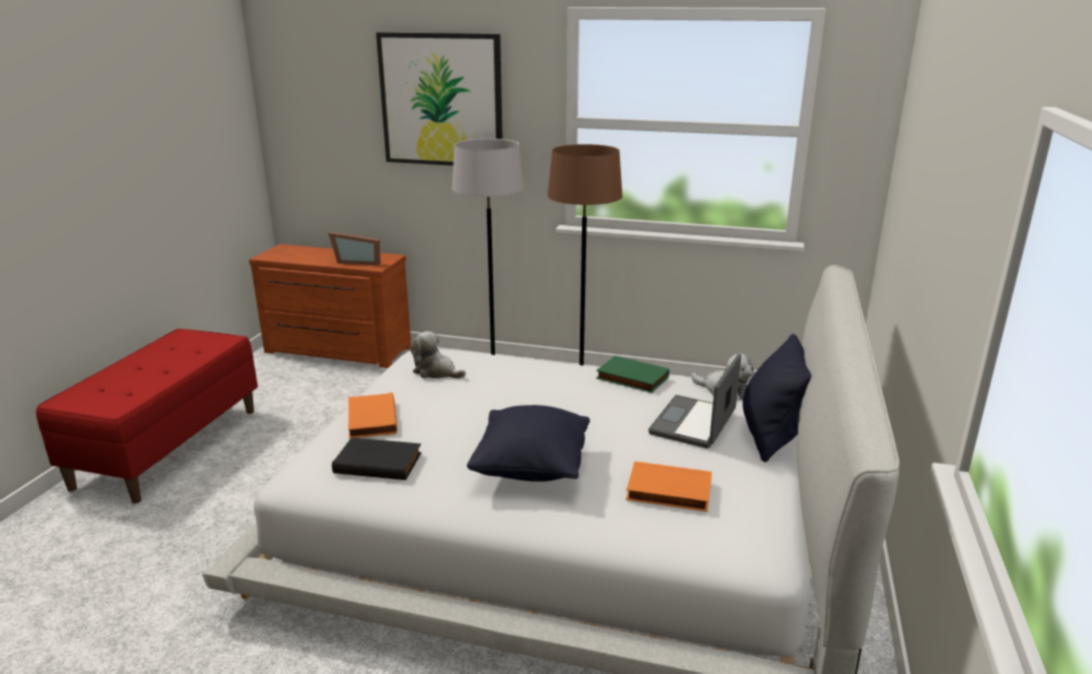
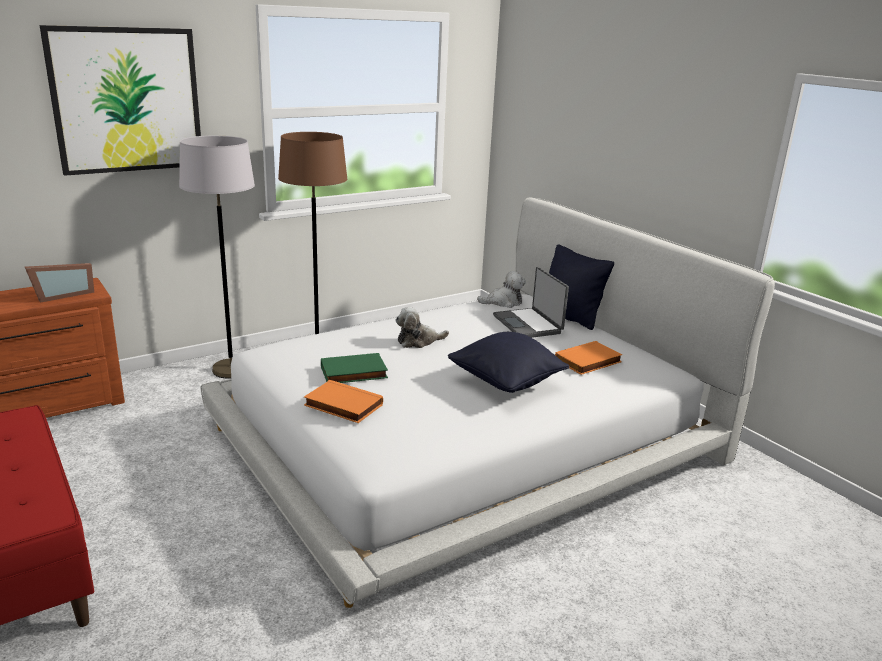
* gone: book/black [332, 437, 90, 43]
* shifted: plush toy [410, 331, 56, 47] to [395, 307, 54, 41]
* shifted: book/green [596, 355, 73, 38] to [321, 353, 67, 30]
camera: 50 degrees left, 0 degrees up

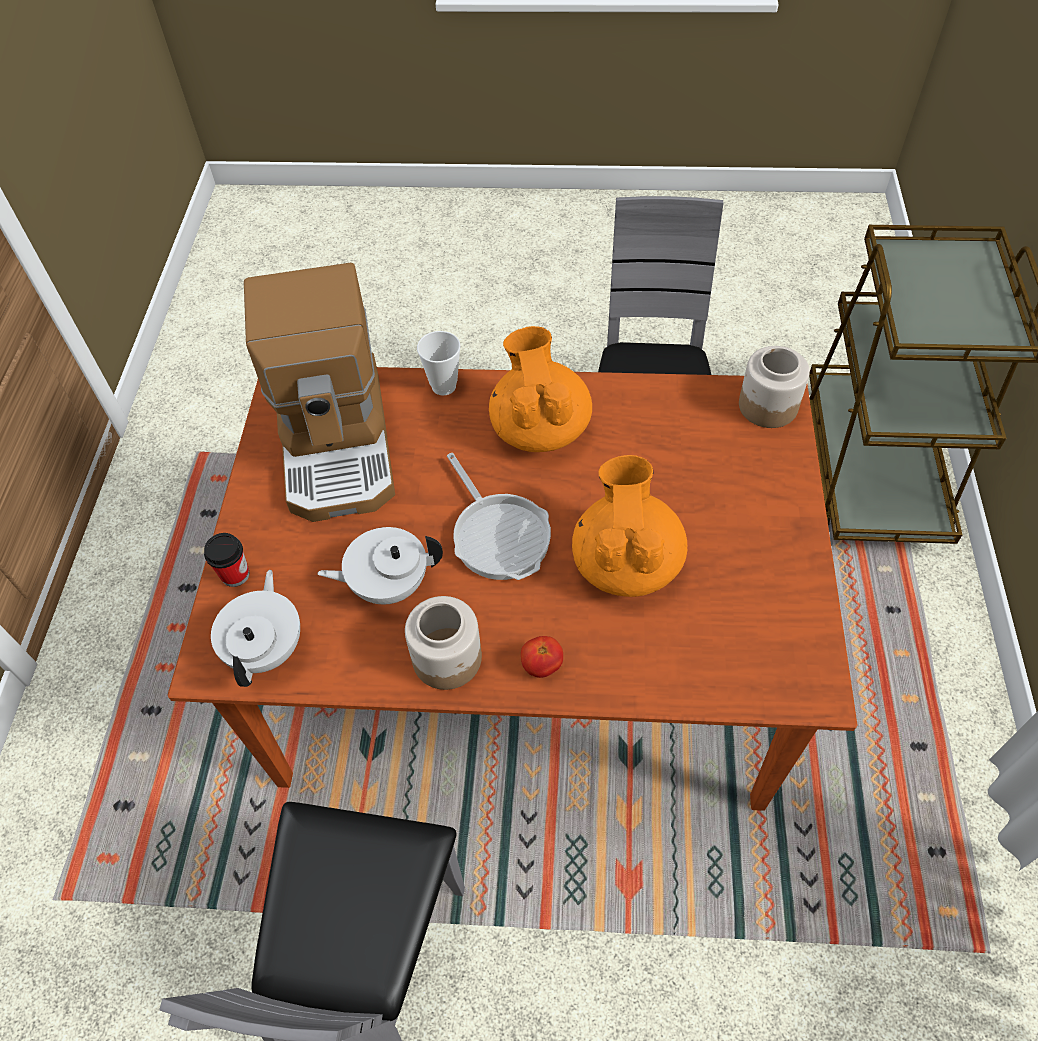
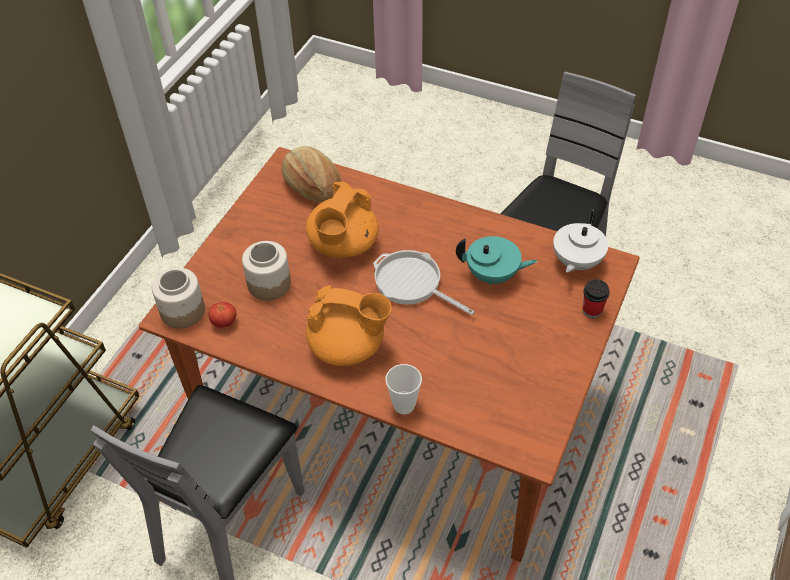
* gone: coffee machine [244, 263, 151, 259]
* new: bread [282, 146, 59, 56]
* shifted: jar [405, 596, 77, 94] to [242, 241, 49, 60]
* shifted: tomato [521, 636, 42, 42] to [209, 302, 27, 26]
* repainted: teapot/white [317, 527, 126, 78] to teapot/turquoise [456, 236, 81, 50]
* rotated: frying pan [447, 453, 104, 127] = [373, 250, 102, 65] 45 degrees counterclockwise
* rotated: teapot/orange [489, 326, 103, 126] = [306, 285, 86, 81] 90 degrees counterclockwise
camera: 160 degrees left, 5 degrees down

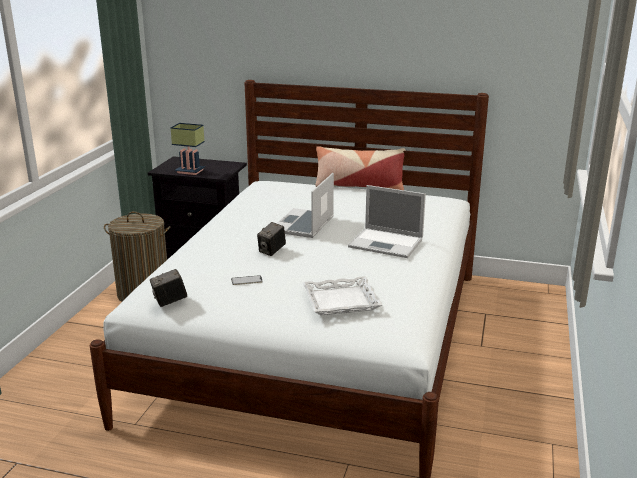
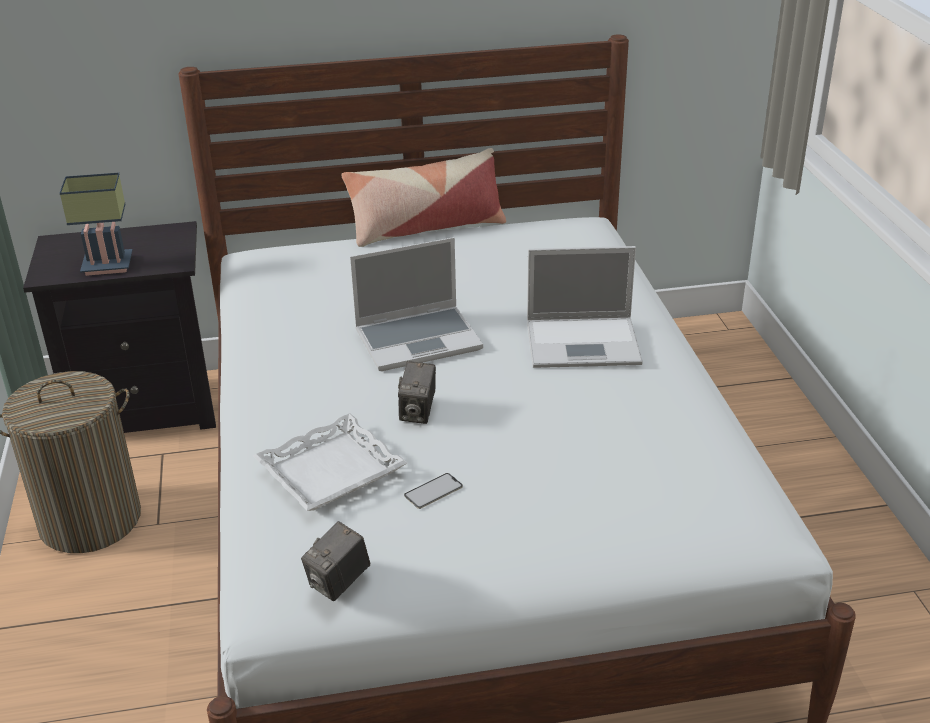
* shifted: tray/white [303, 276, 79, 39] to [253, 413, 155, 98]
* rotated: laptop [277, 173, 57, 65] = [350, 237, 133, 134] 105 degrees counterclockwise
camera: 25 degrees left, 10 degrees up

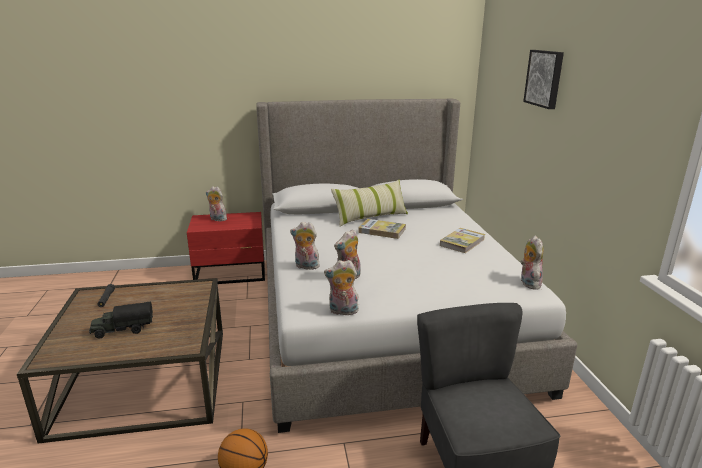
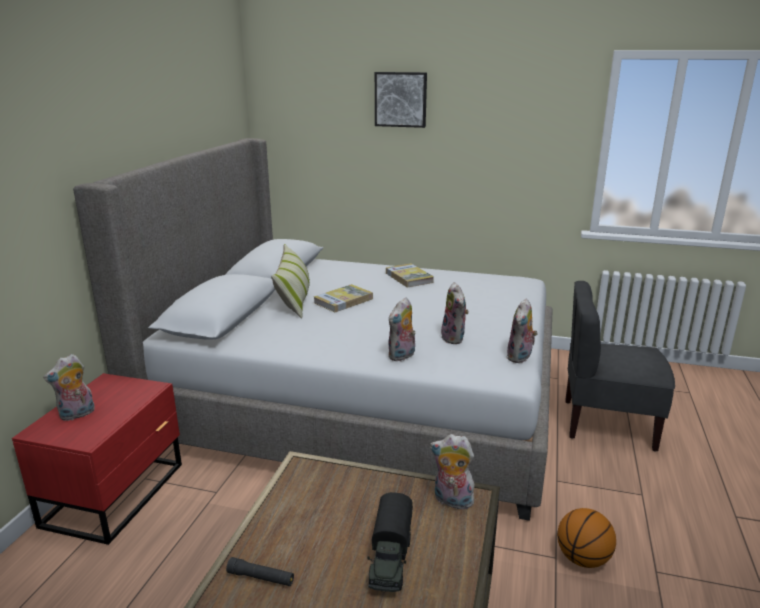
* shifted: plush toy [520, 236, 23, 54] to [430, 434, 47, 75]
camera: 65 degrees left, 0 degrees up

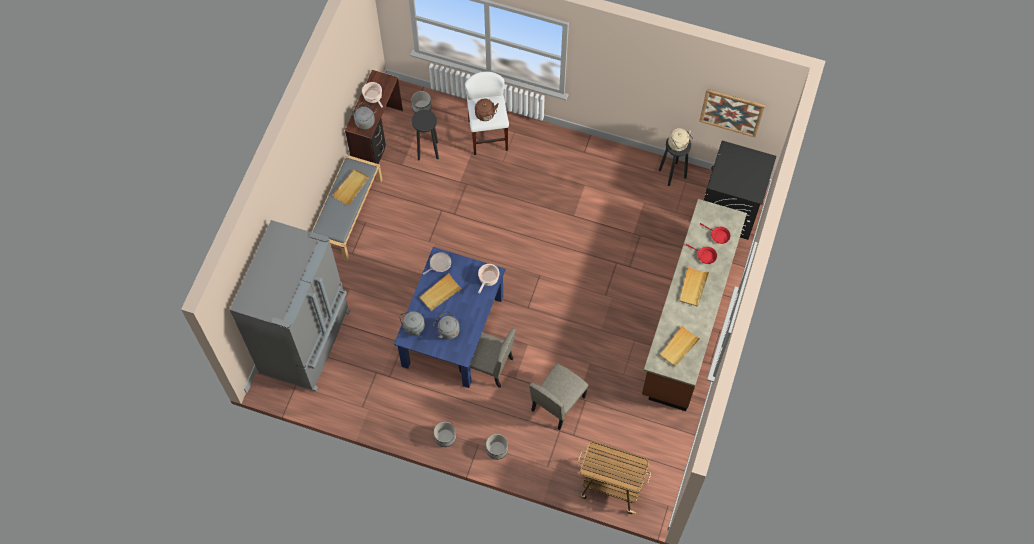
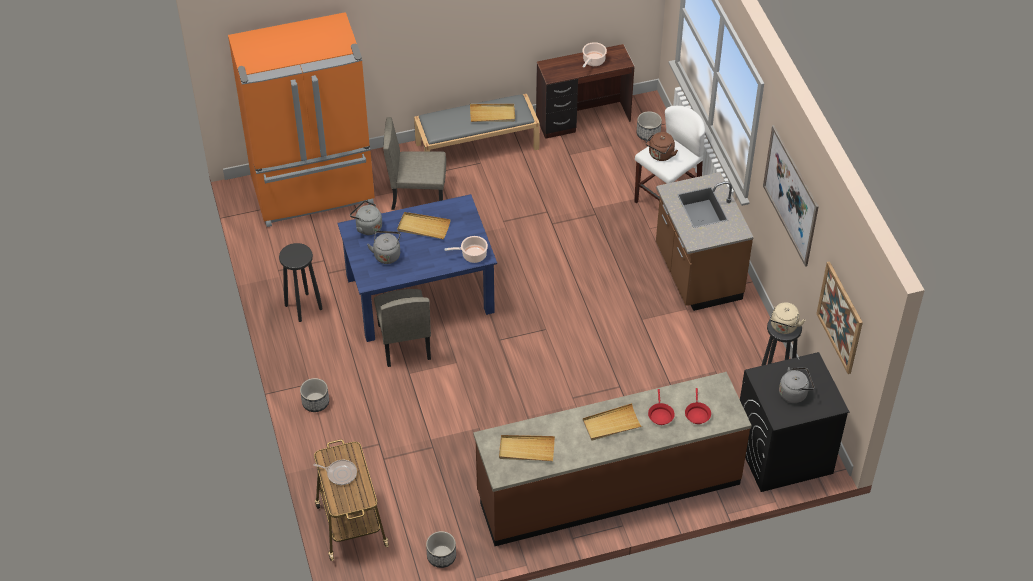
* new: counter/brown [656, 172, 98, 139]
* new: picture [763, 125, 56, 142]
* shifted: kettle/grey [351, 102, 26, 27] to [779, 367, 35, 36]
* shifted: stool/black [412, 110, 27, 50] to [279, 243, 44, 79]
* shifted: frying pan [423, 252, 28, 23] to [313, 460, 44, 25]
* shifted: planter [434, 422, 22, 25] to [426, 531, 30, 37]
* shifted: chair/beige [529, 363, 60, 67] to [383, 117, 63, 93]
* repainted: fridge/grey [230, 220, 120, 171] to fridge/orange [228, 12, 147, 215]
camera: 55 degrees right, 15 degrees down

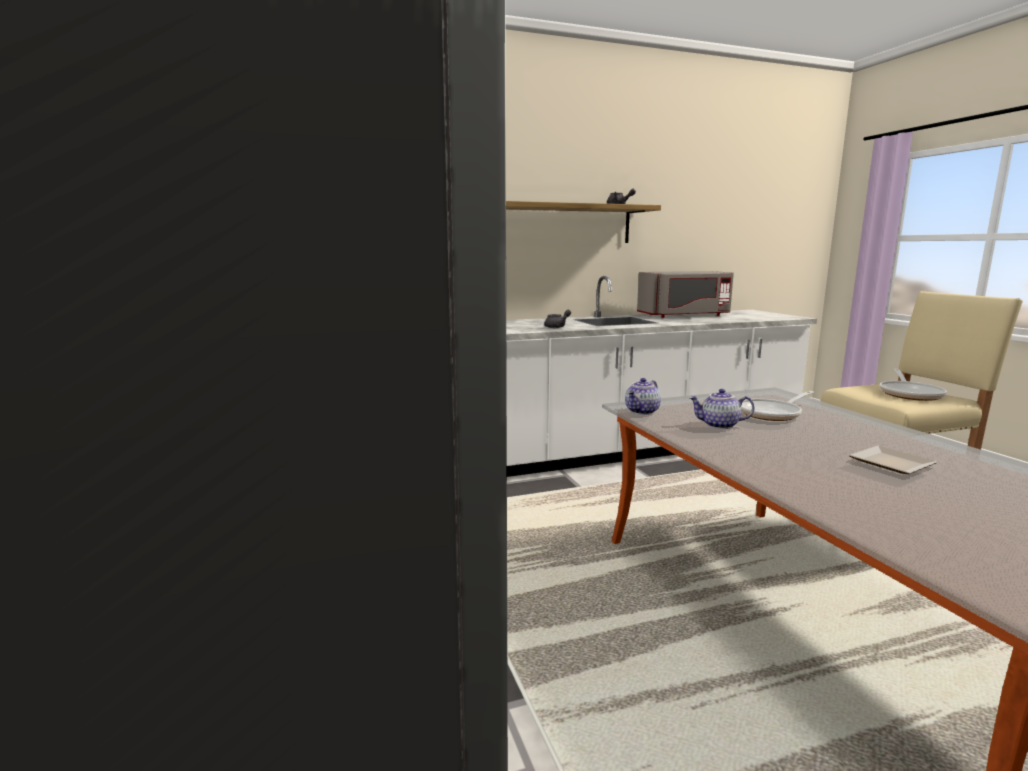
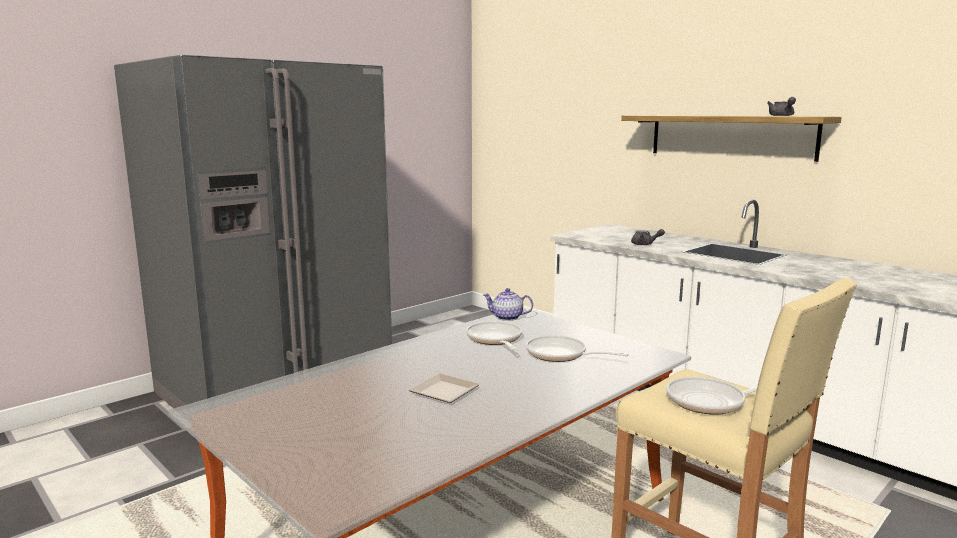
* gone: microwave/grey [637, 271, 97, 47]
* swapped: teapot [689, 389, 66, 40] to frying pan [466, 321, 56, 30]
camera: 65 degrees right, 0 degrees up

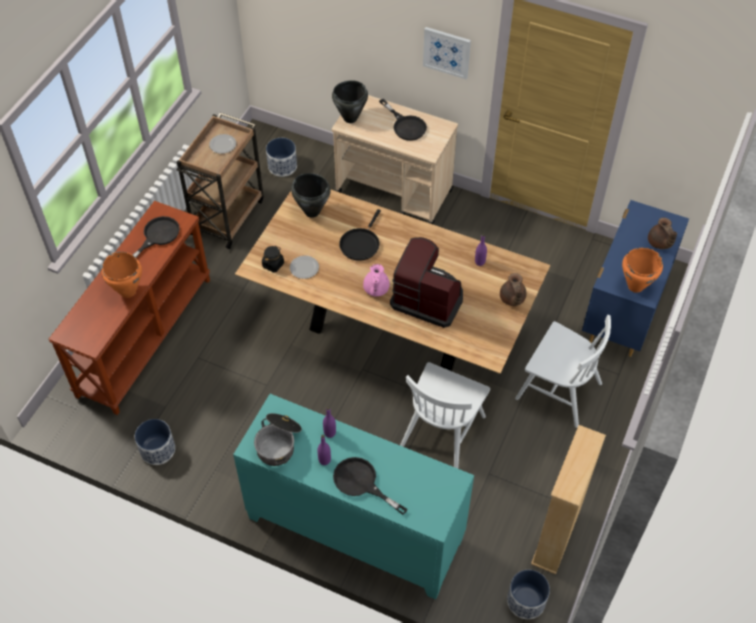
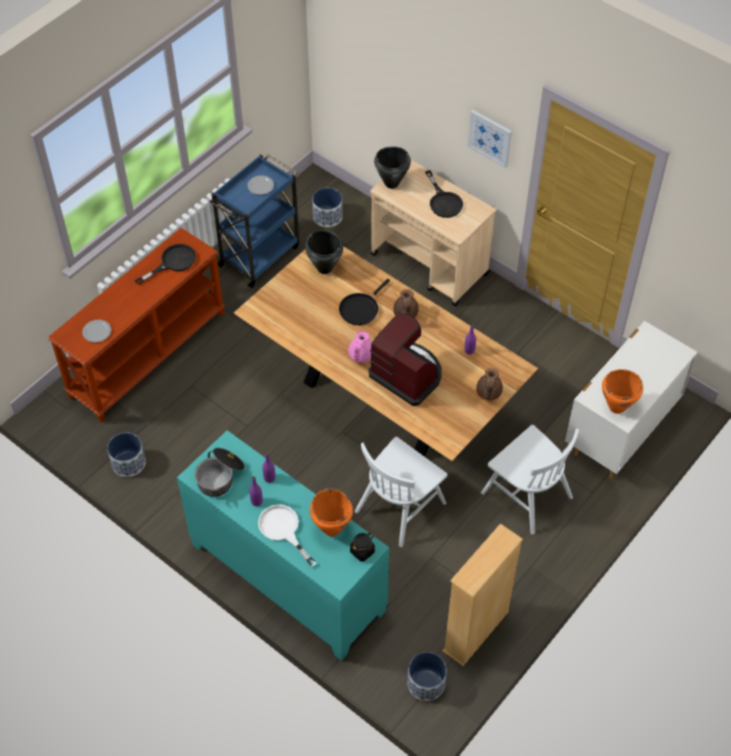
* shifted: cooking pot/orange [102, 252, 40, 46] to [310, 488, 43, 49]
* shifted: jar/black [262, 246, 22, 26] to [350, 533, 25, 29]
* shifted: plate [290, 256, 29, 23] to [82, 320, 29, 23]
* shifted: teapot/brown [648, 218, 29, 31] to [393, 289, 26, 29]
* repainted: cart/brown [176, 113, 88, 136] to cart/blue [209, 154, 90, 134]
* repainted: frying pan/black [333, 457, 75, 58] to frying pan/white [258, 504, 58, 63]
* repainted: dresser/blue [582, 200, 107, 157] to dresser/white [565, 321, 132, 157]
camera: 15 degrees right, 0 degrees up

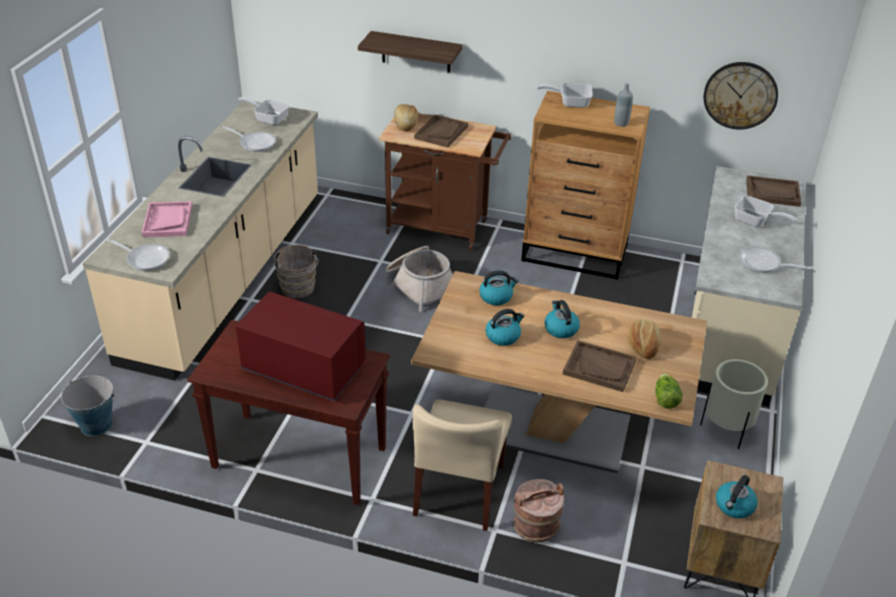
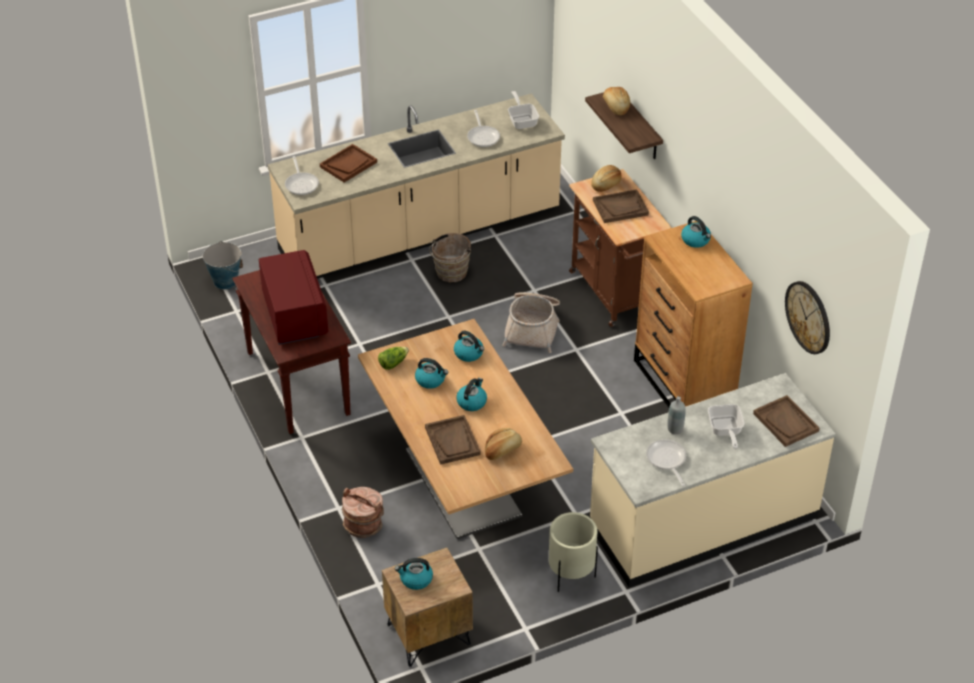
* gone: chair/beige [413, 399, 99, 132]
* new: bread [603, 87, 27, 28]
* shifted: bottle/grey [614, 83, 19, 44] to [667, 396, 19, 38]
* shifted: lettuce [655, 373, 28, 36] to [378, 347, 31, 23]
* swapped: frying pan [536, 83, 57, 25] to kettle [681, 216, 30, 32]
* repainted: tray/pink [141, 201, 51, 36] to tray/brown [320, 144, 57, 39]
camera: 50 degrees right, 5 degrees up

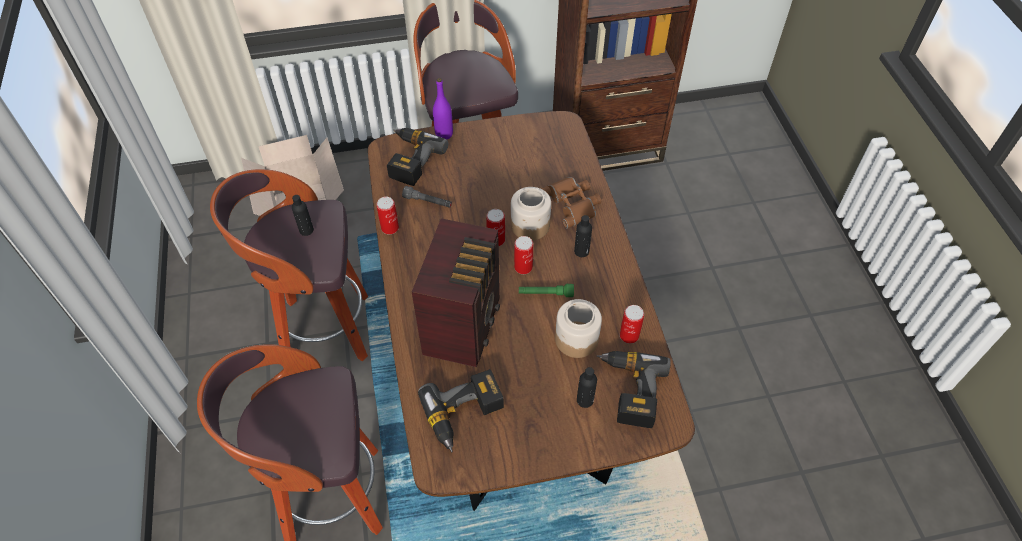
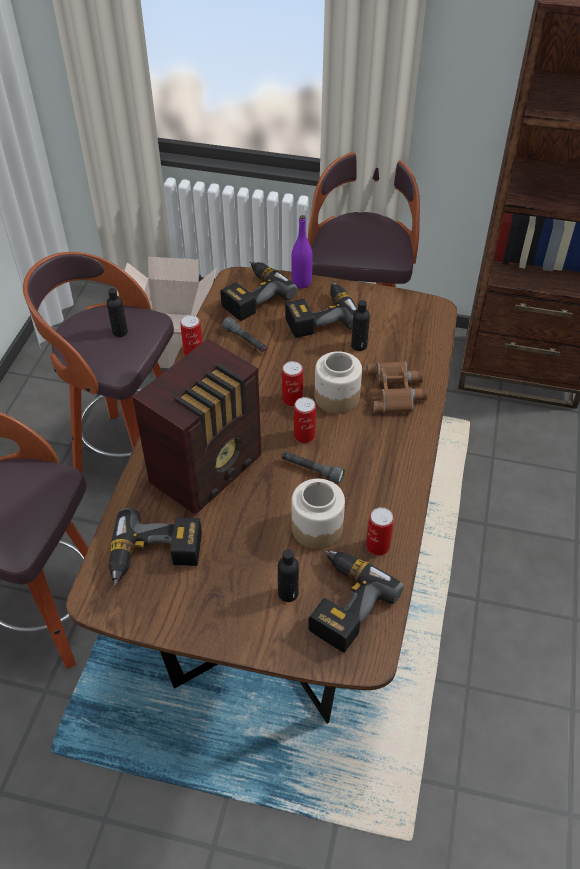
* new: power drill [285, 282, 73, 56]
* shifted: bottle/black [574, 215, 18, 42] to [351, 300, 19, 51]
* repainted: flashlight/green [519, 284, 55, 13] to flashlight/grey [282, 451, 63, 33]
camera: 25 degrees right, 5 degrees down

